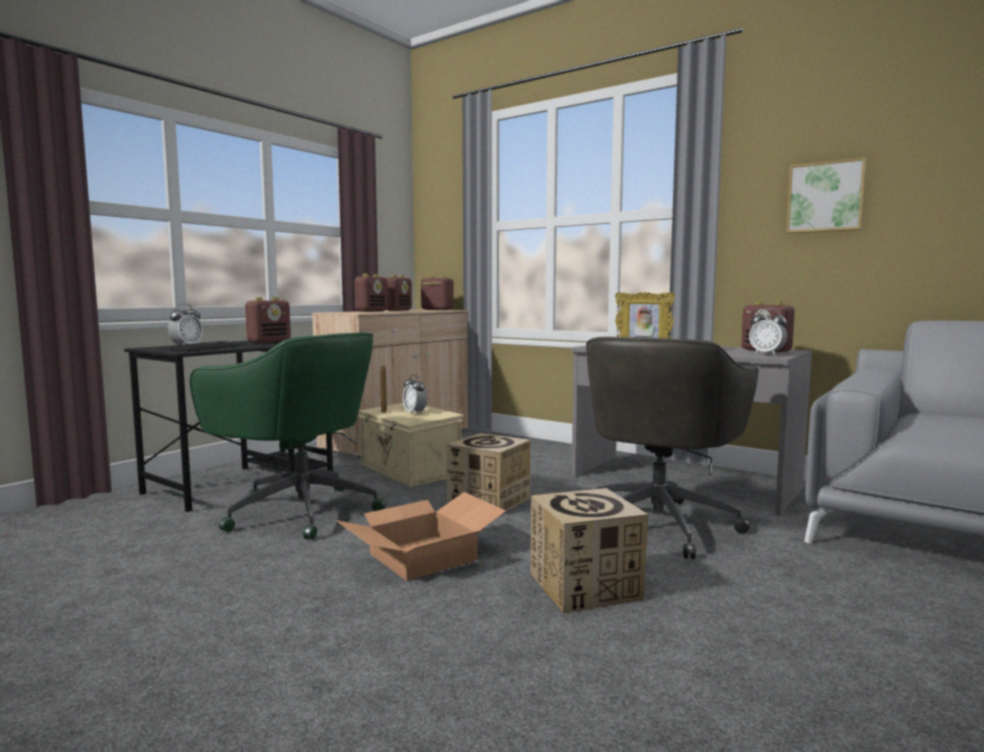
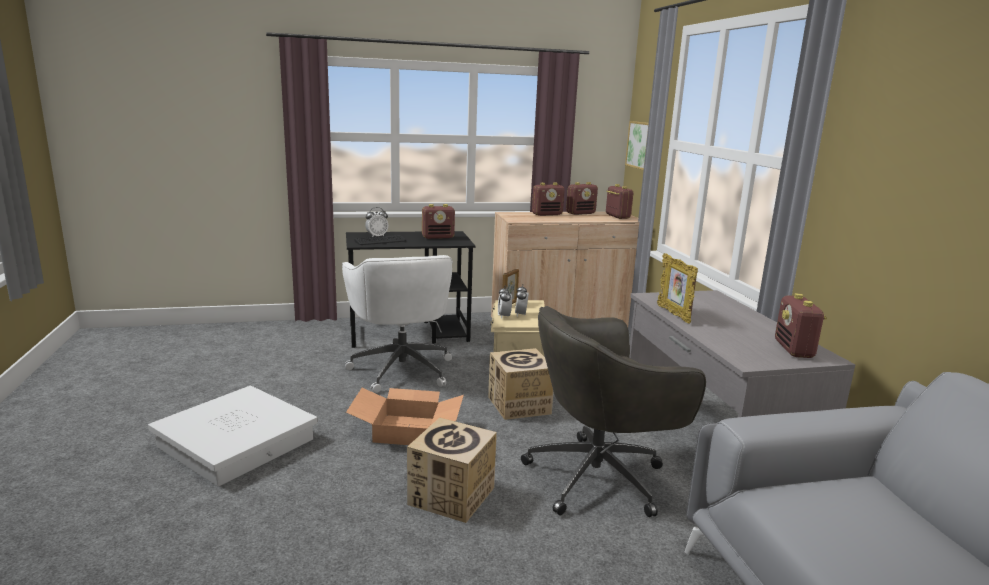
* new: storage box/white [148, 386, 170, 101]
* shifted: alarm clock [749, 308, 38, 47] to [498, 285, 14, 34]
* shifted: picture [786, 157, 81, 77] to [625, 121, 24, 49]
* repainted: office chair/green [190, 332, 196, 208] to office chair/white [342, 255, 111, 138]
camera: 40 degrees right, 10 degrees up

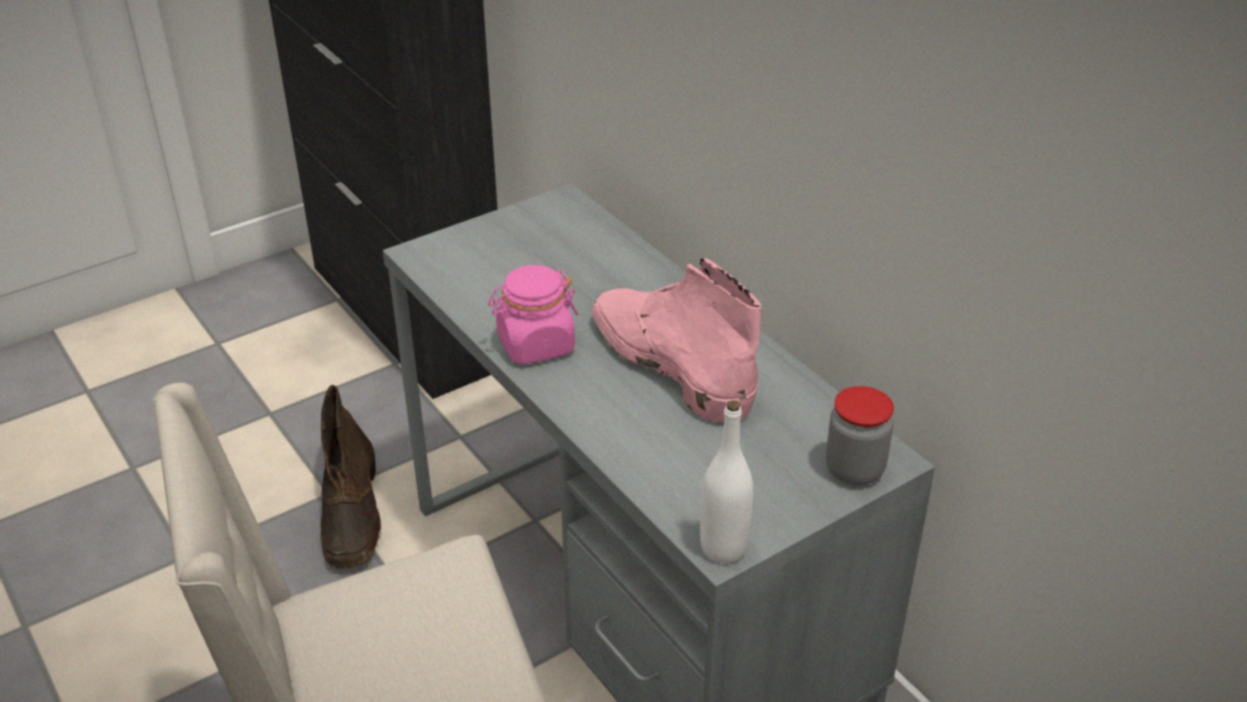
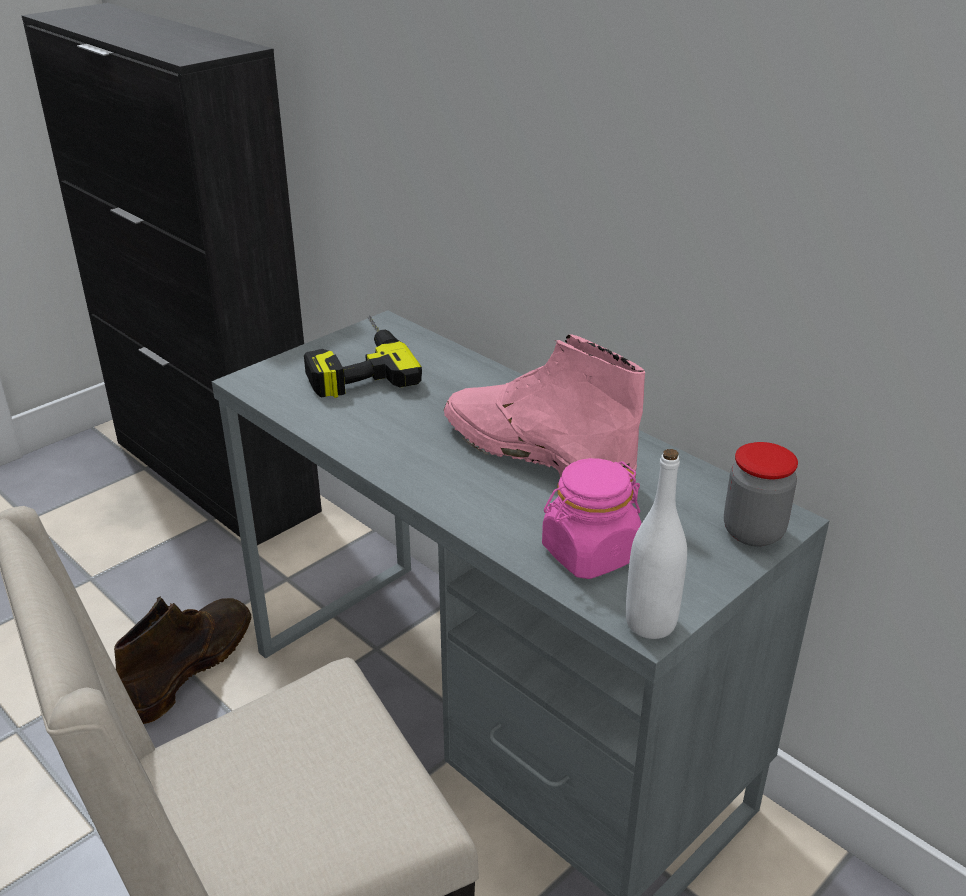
* new: power drill [304, 316, 118, 82]
* shifted: jar/pink [488, 265, 90, 99] to [542, 458, 100, 121]
* rotated: boot/brown [321, 385, 60, 184] = [114, 597, 137, 127] 135 degrees counterclockwise
camera: 10 degrees left, 5 degrees down

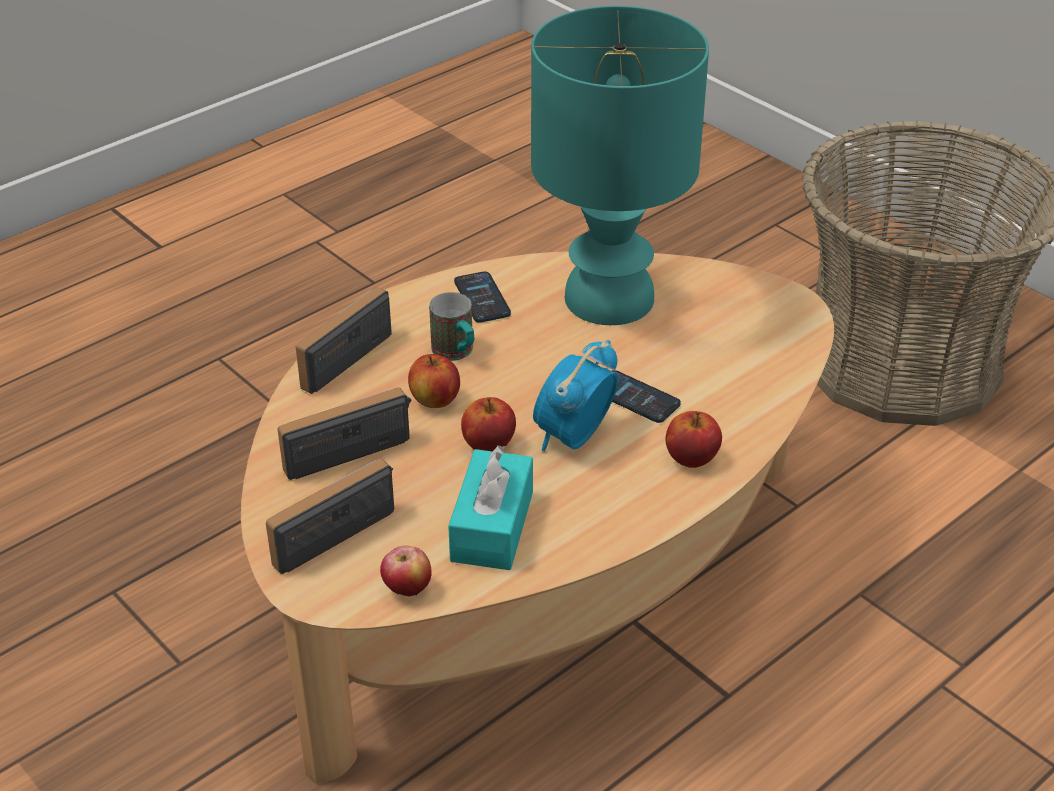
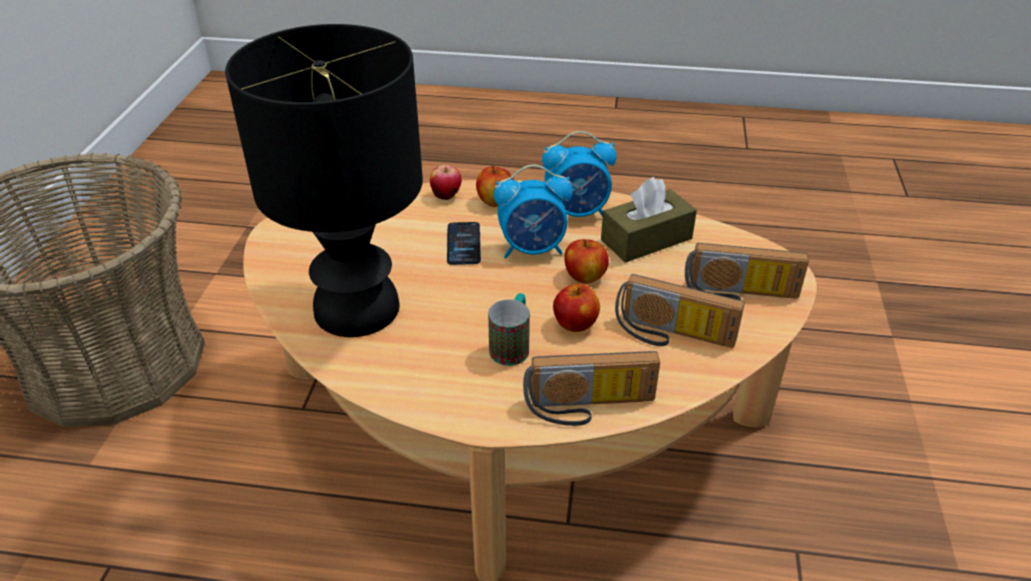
* gone: phone [454, 271, 57, 52]
* new: alarm clock [542, 131, 75, 86]
* shifted: apple [380, 546, 52, 50] to [430, 165, 32, 35]
* repainted: tissue box/turquoise [448, 445, 85, 125] to tissue box/brown [601, 177, 96, 86]
* repainted: table lamp/turquoise [531, 6, 178, 319] to table lamp/black [225, 24, 198, 313]
camera: 130 degrees left, 0 degrees up

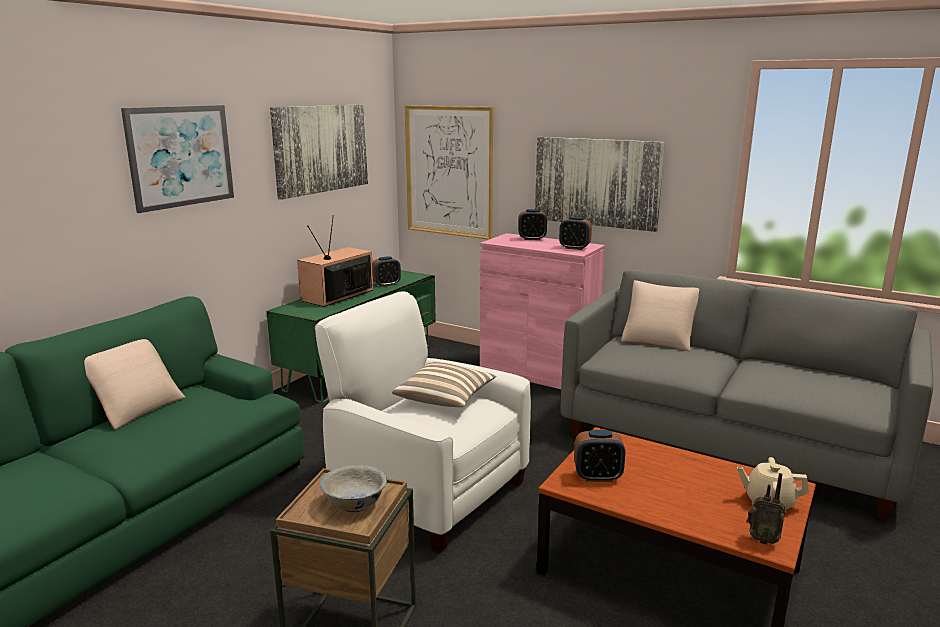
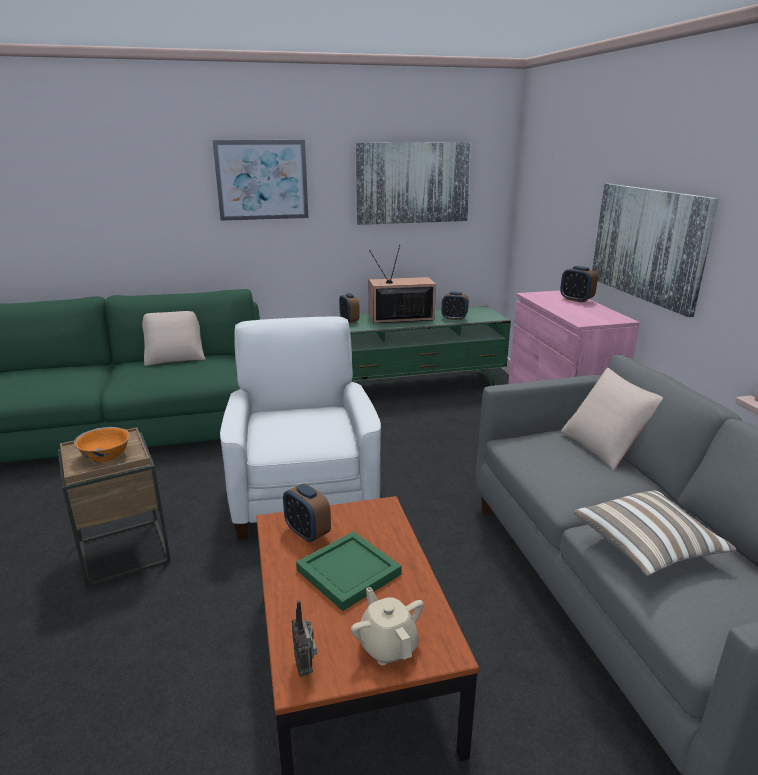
* gone: picture [405, 105, 88, 135]
* new: tray/green [296, 531, 106, 80]
* shifted: pillow [392, 362, 104, 45] to [574, 491, 163, 85]
* shifted: alarm clock [559, 217, 33, 33] to [339, 293, 21, 30]
* repainted: bowl/white [320, 465, 67, 47] to bowl/orange [74, 427, 56, 36]
camera: 45 degrees right, 5 degrees up

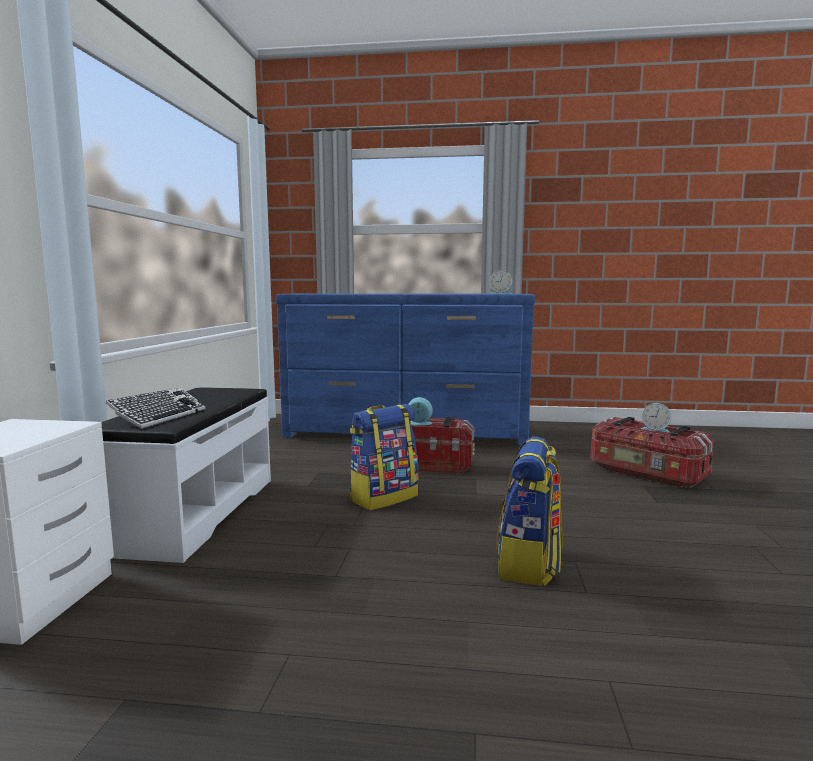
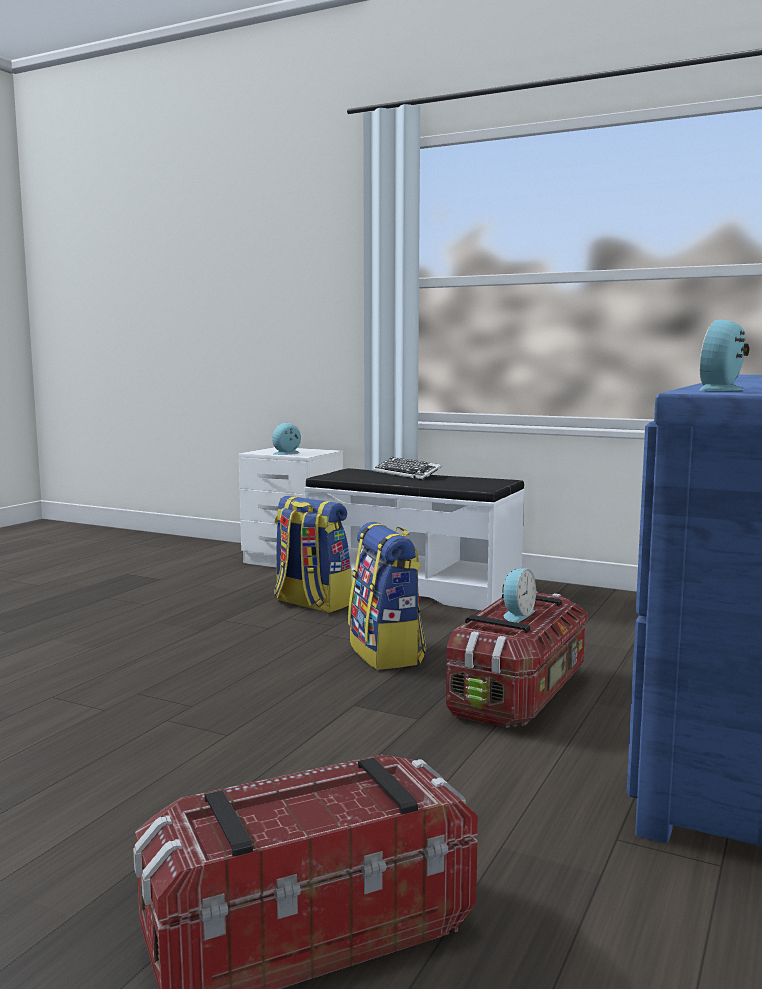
* gone: keyboard [115, 394, 91, 35]
* shifted: backpack [496, 437, 67, 149] to [274, 496, 78, 117]
* shifted: alarm clock [641, 403, 30, 29] to [272, 423, 29, 32]
camera: 110 degrees right, 0 degrees up

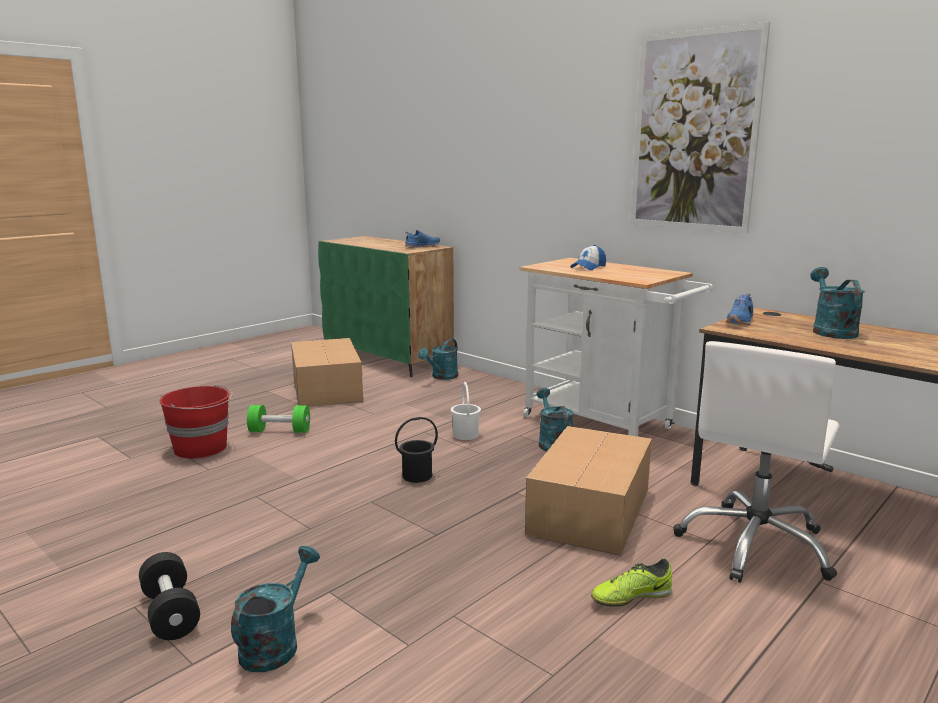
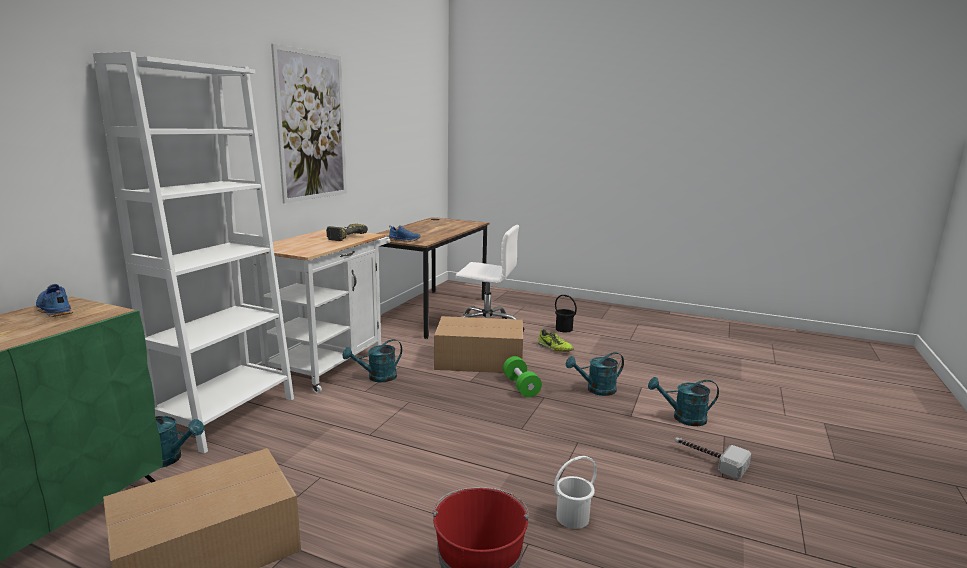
* gone: cap [570, 245, 36, 25]
* new: bookcase/white [93, 52, 201, 401]
* new: power drill [326, 223, 42, 18]
* shifted: dumbbell/green [247, 405, 63, 28] to [503, 356, 39, 41]
* shifted: bucket/black [395, 417, 43, 66] to [555, 295, 22, 37]
* shifted: bucket/white [451, 382, 30, 58] to [554, 456, 43, 73]
* shifted: watering can/turquoise [810, 267, 55, 72] to [566, 352, 58, 44]
* swapped: dumbbell/black [139, 552, 61, 88] to hammer [675, 437, 76, 42]
camera: 110 degrees left, 0 degrees up

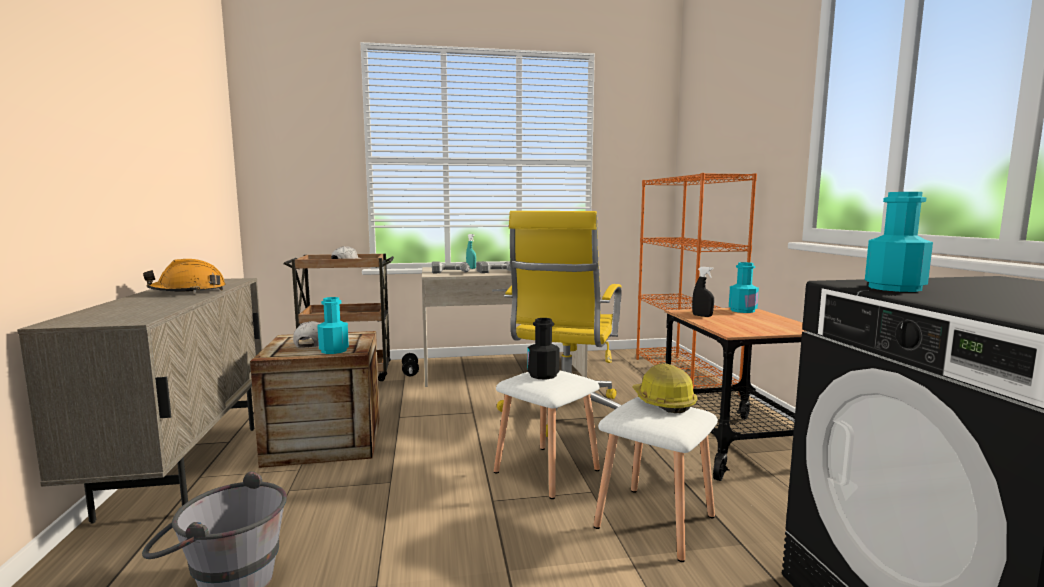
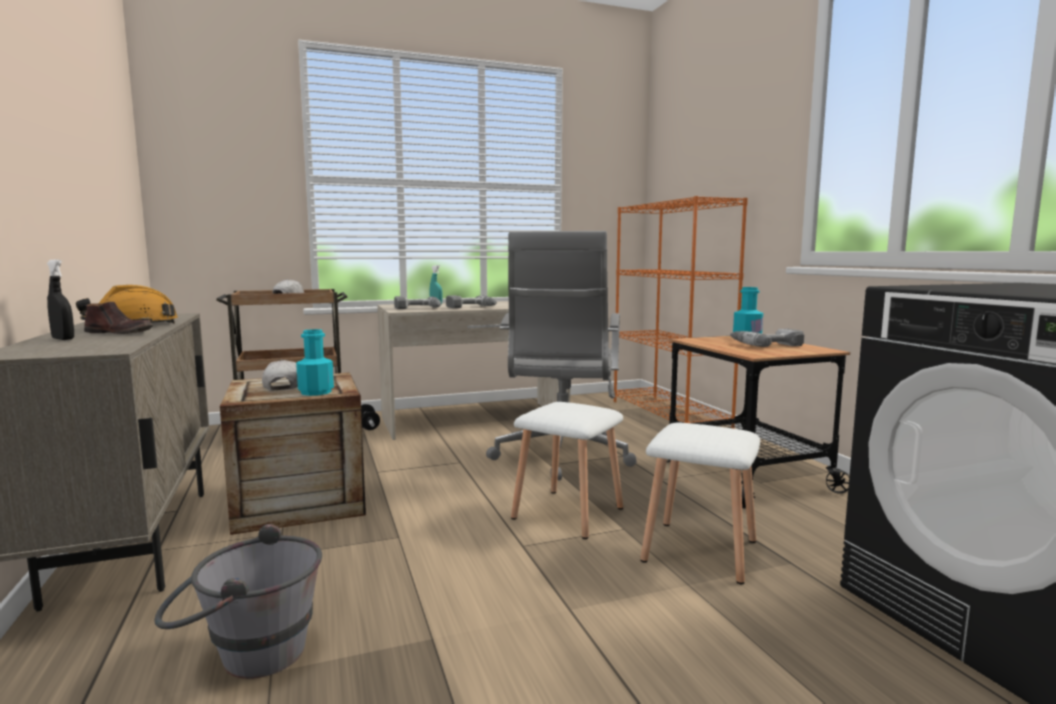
* gone: bottle/black [528, 318, 31, 62]
* gone: hard hat [632, 363, 65, 50]
* gone: bottle/turquoise [865, 192, 68, 100]
* new: shoe/brown [84, 302, 69, 32]
* new: power drill [730, 329, 74, 18]
* shifted: spray bottle/black [692, 267, 22, 50] to [47, 259, 27, 81]
* repainted: office chair/yellow [497, 211, 125, 226] to office chair/grey [486, 231, 151, 250]
camera: 10 degrees left, 0 degrees up

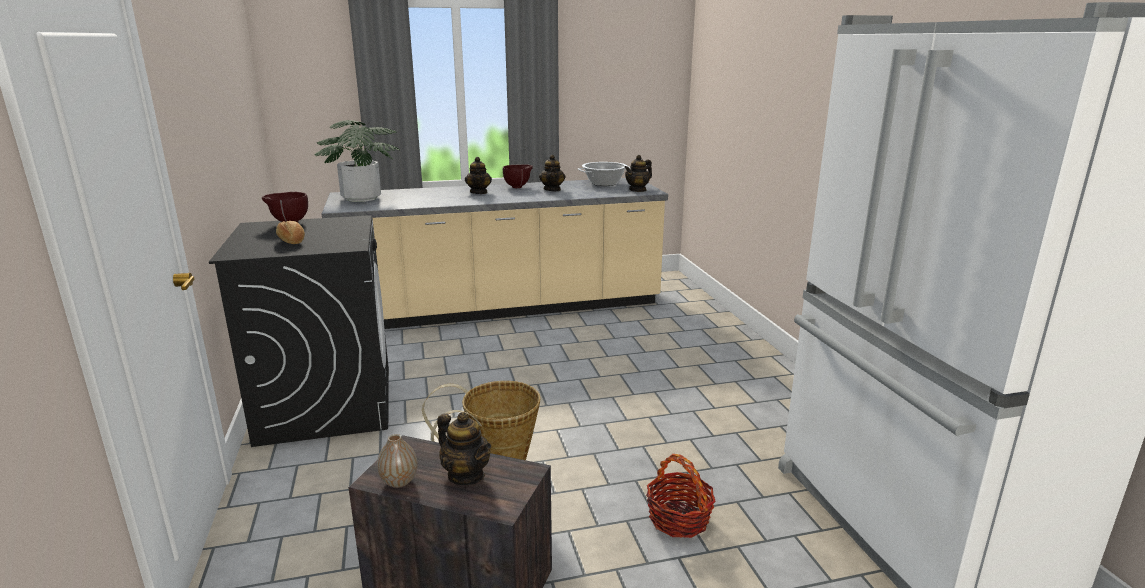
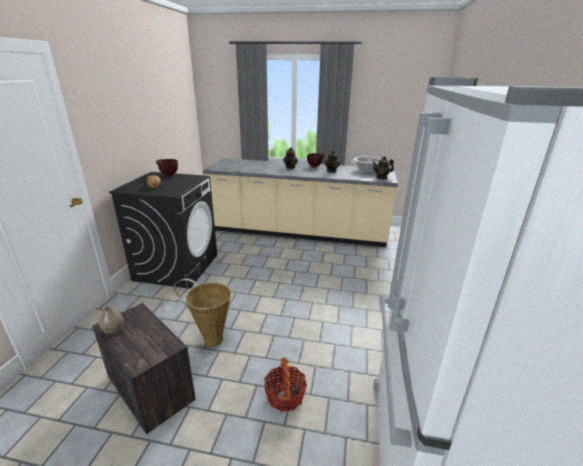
* gone: potted plant [314, 120, 85, 82]
* gone: teapot [437, 412, 54, 73]
camera: 25 degrees right, 5 degrees up

